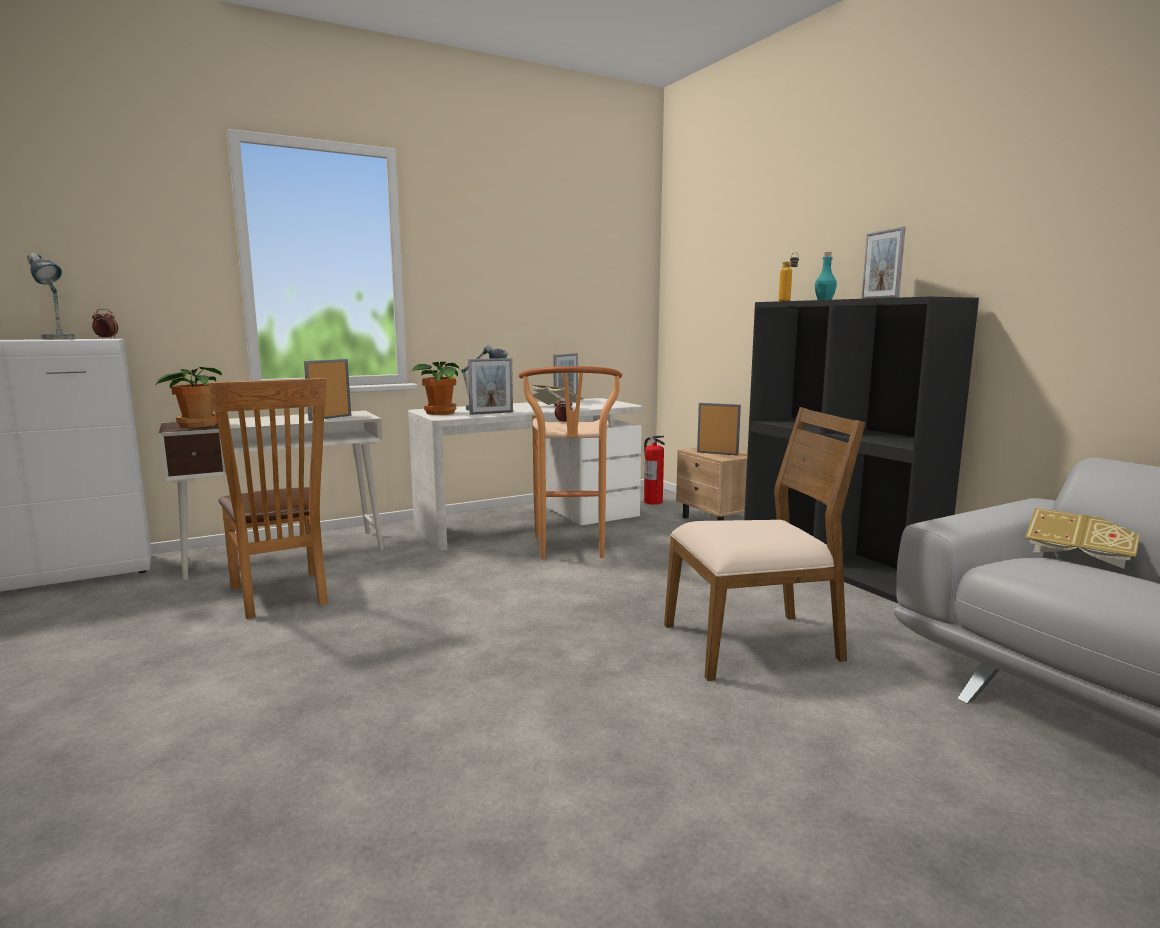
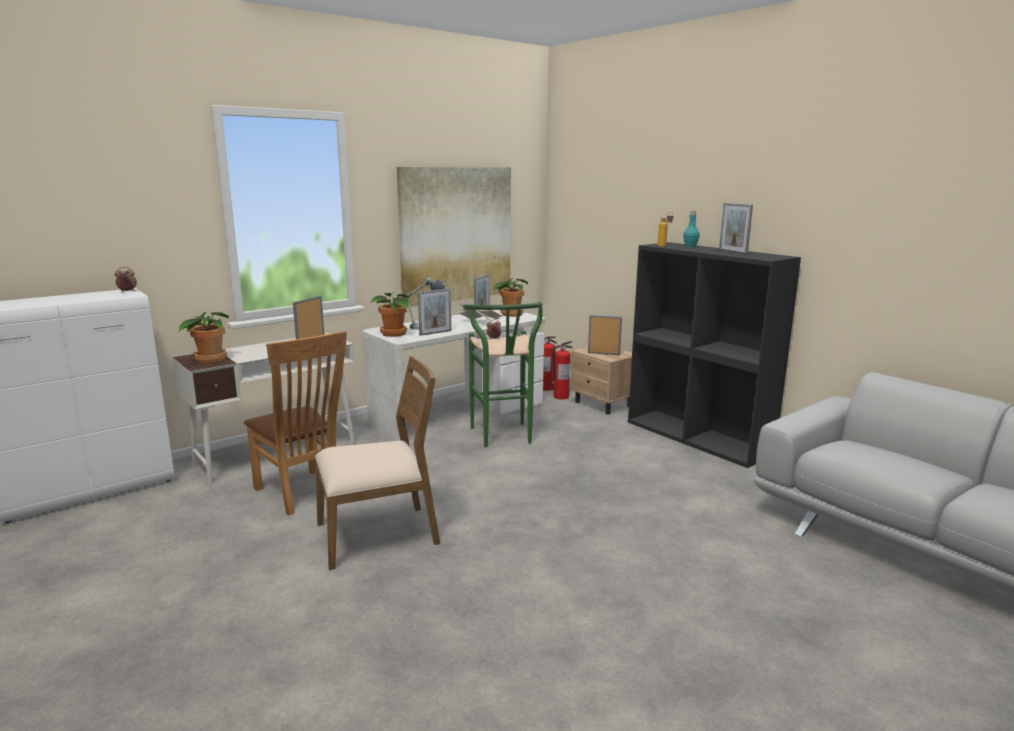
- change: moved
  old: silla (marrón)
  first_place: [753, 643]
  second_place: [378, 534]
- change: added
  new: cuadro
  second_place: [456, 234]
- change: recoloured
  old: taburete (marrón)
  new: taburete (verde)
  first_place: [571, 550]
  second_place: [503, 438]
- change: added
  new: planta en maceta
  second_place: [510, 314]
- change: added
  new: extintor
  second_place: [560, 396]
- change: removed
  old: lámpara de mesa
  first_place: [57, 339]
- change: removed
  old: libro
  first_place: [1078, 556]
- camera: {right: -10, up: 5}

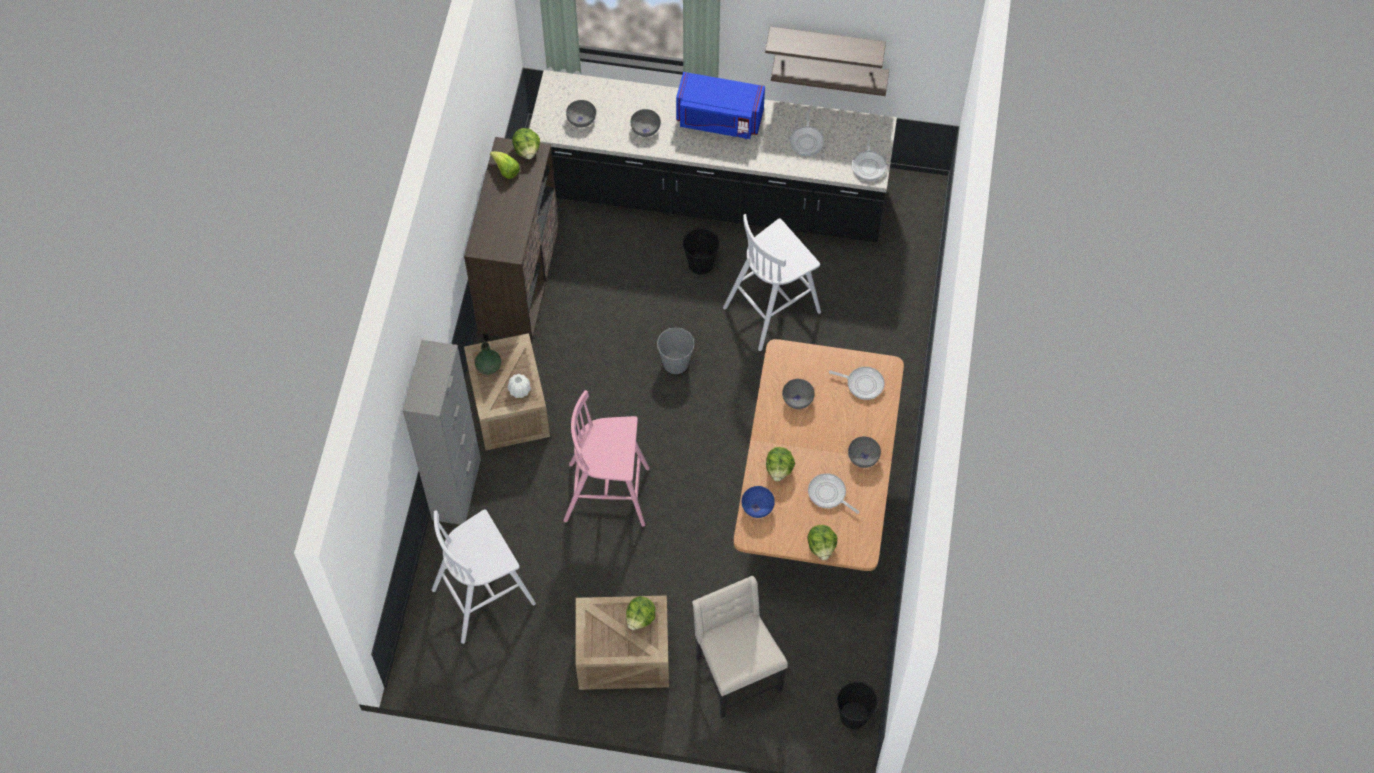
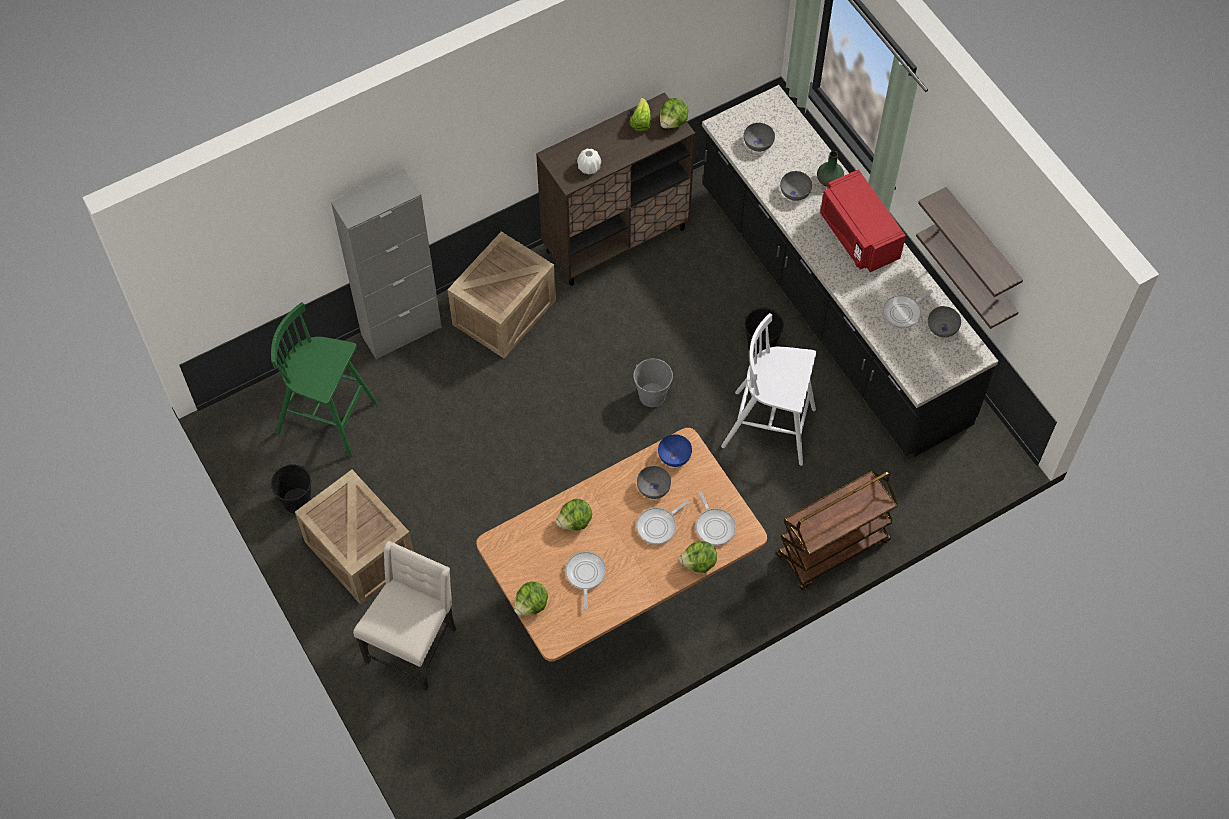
- change: recoloured
  old: taburete (blanco)
  new: taburete (verde)
  first_place: [485, 596]
  second_place: [329, 418]
- change: moved
  old: cubo (negro)
  first_place: [853, 715]
  second_place: [296, 501]
- change: moved
  old: florero (blanco)
  first_place: [519, 390]
  second_place: [589, 167]
- change: moved
  old: sartén
  first_place: [869, 165]
  second_place: [658, 526]
- change: moved
  old: cuenco (azul)
  first_place: [758, 507]
  second_place: [674, 456]
- change: moved
  old: lechuga
  first_place: [640, 618]
  second_place: [699, 563]
- change: added
  new: carrito (marrón)
  second_place: [832, 550]
- change: moved
  old: florero (verde)
  first_place: [489, 366]
  second_place: [829, 180]
- change: recoloured
  old: microondas (azul)
  new: microondas (rojo)
  first_place: [719, 119]
  second_place: [858, 235]
- change: moved
  old: cuenco (gris)
  first_place: [862, 457]
  second_place: [942, 327]
- change: removed
  old: taburete (rosa)
  first_place: [609, 494]
- camera: {right: 50, up: 0}

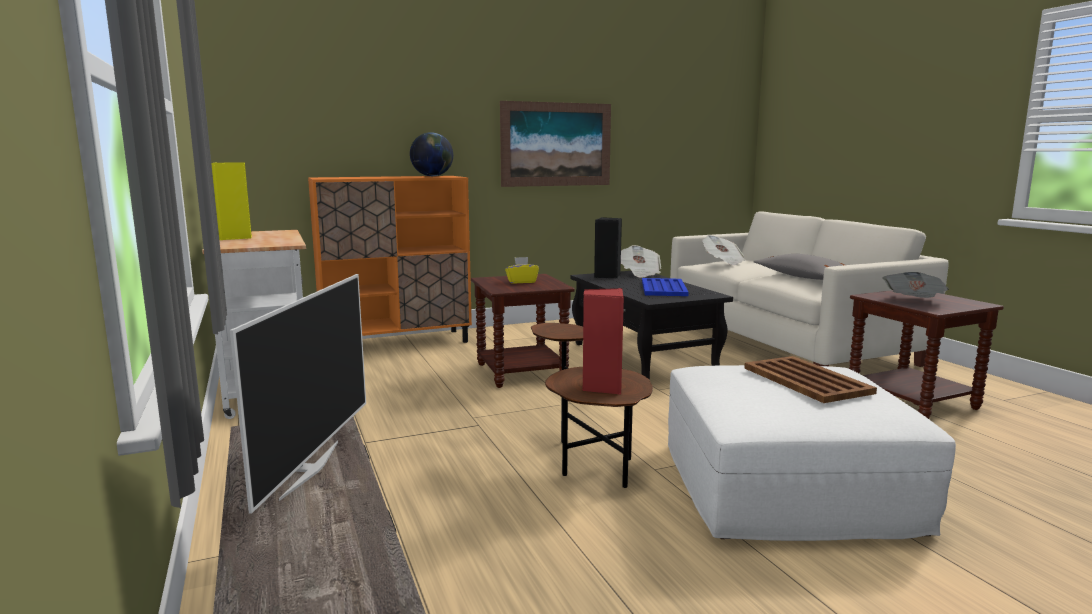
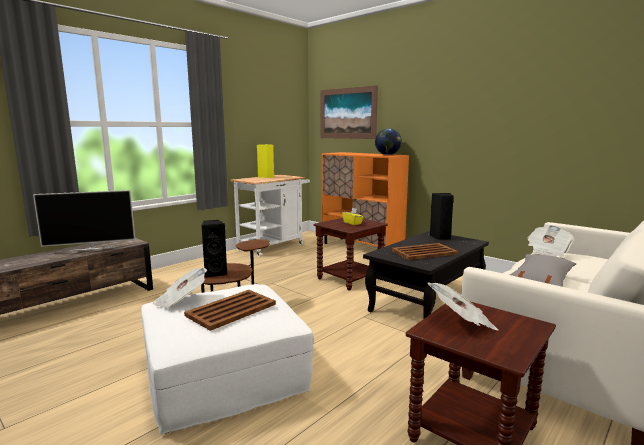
- change: moved
  old: periódico
  first_place: [640, 273]
  second_place: [181, 301]
- change: recoloured
  old: altavoz (rojo)
  new: altavoz (negro)
  first_place: [602, 387]
  second_place: [215, 273]
- change: moved
  old: cuadro
  first_place: [556, 144]
  second_place: [347, 113]
- change: recoloured
  old: bandeja (azul)
  new: bandeja (marrón)
  first_place: [664, 288]
  second_place: [425, 252]
- camera: {right: 65, up: 0}

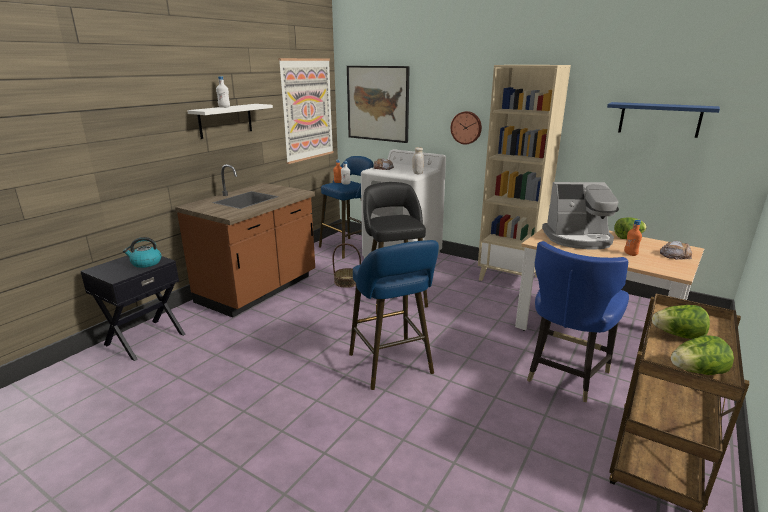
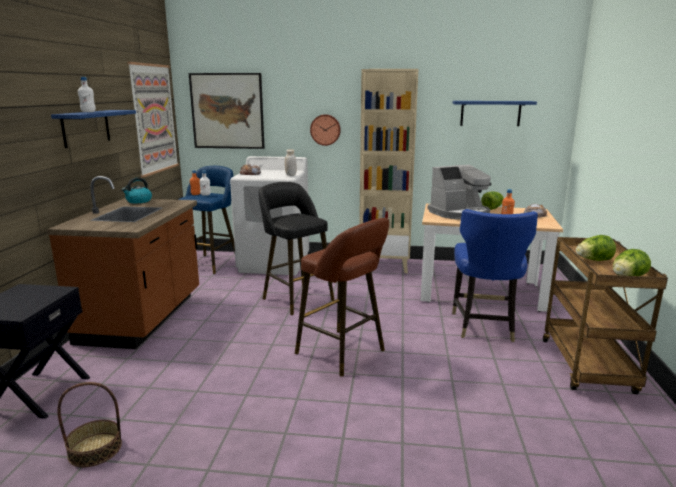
- change: recoloured
  old: estante (blanco)
  new: estante (azul)
  first_place: [225, 120]
  second_place: [86, 128]
- change: moved
  old: cesta
  first_place: [347, 281]
  second_place: [95, 449]
- change: moved
  old: hervidor
  first_place: [146, 263]
  second_place: [138, 201]
- change: recoloured
  old: taburete (azul)
  new: taburete (marrón)
  first_place: [392, 366]
  second_place: [344, 353]
- camera: {right: -25, up: -5}

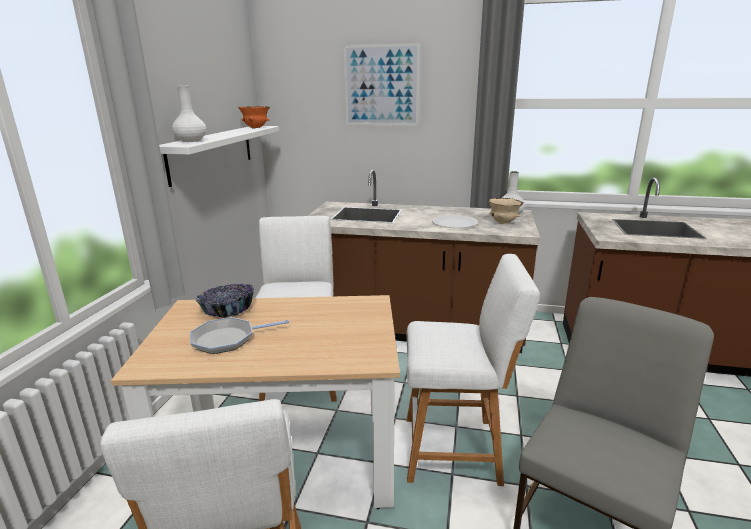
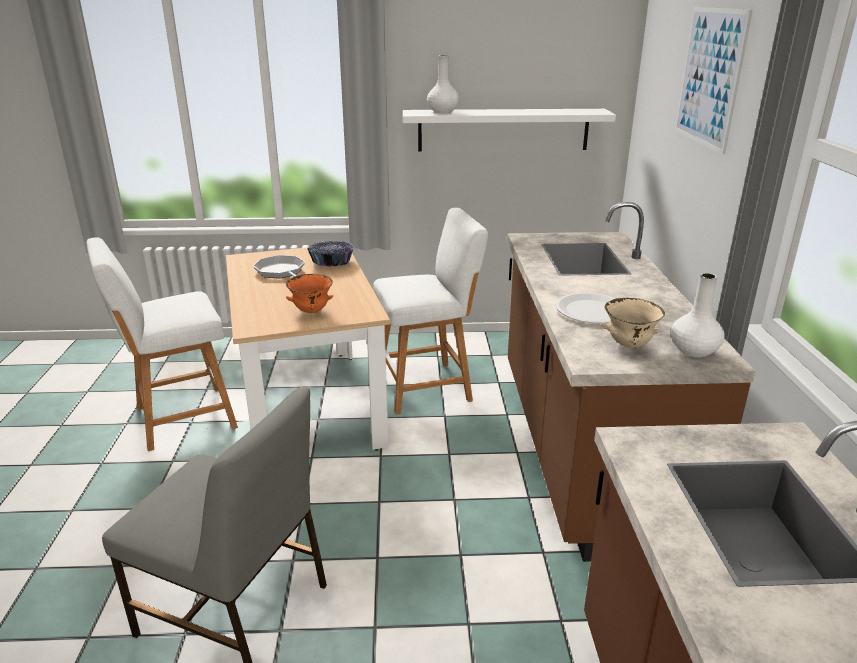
- change: moved
  old: cuenco (naranja)
  first_place: [256, 128]
  second_place: [311, 311]
- change: removed
  old: taburete (blanco)
  first_place: [457, 449]
- camera: {right: 75, up: 5}

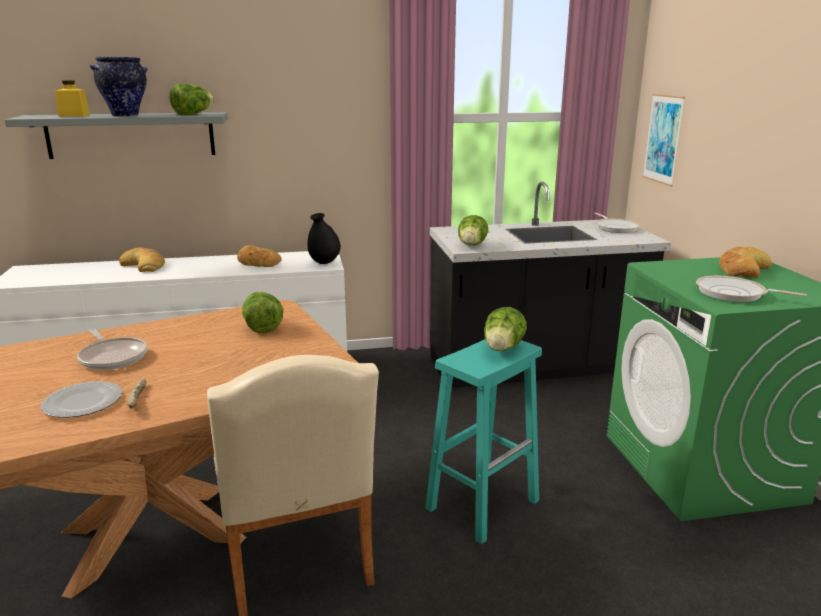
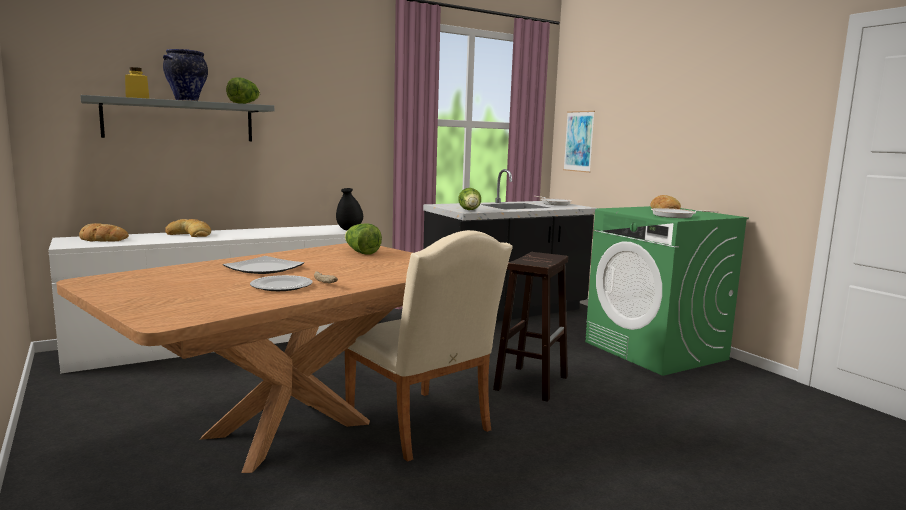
- change: moved
  old: pan
  first_place: [257, 262]
  second_place: [102, 239]
- change: replaced
  old: sartén
  new: plato
  first_place: [113, 357]
  second_place: [264, 268]
- change: recoloured
  old: taburete (turquesa)
  new: taburete (marrón)
  first_place: [483, 503]
  second_place: [531, 382]
- change: removed
  old: lechuga
  first_place: [502, 349]
- camera: {right: -20, up: -10}

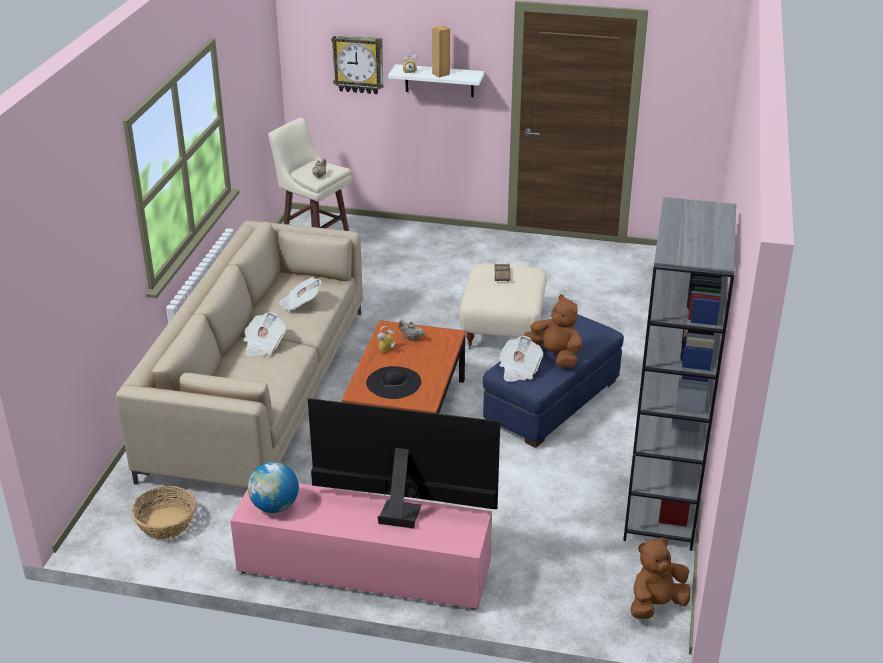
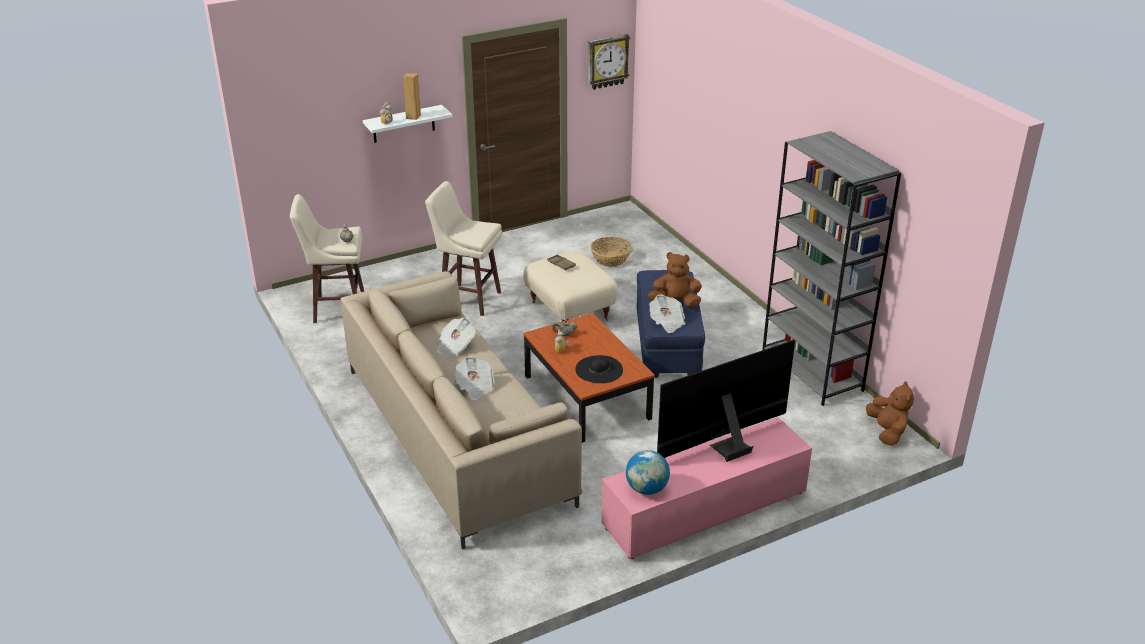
- change: added
  new: taburete (beis)
  second_place: [468, 299]
- change: moved
  old: reloj de pared
  first_place: [358, 64]
  second_place: [607, 61]
- change: moved
  old: cesta
  first_place: [166, 523]
  second_place: [611, 259]
- change: turned
  old: peluche (marrón)
  first_place: [656, 604]
  second_place: [887, 432]
  degrees: 150
- camera: {right: -40, up: 0}

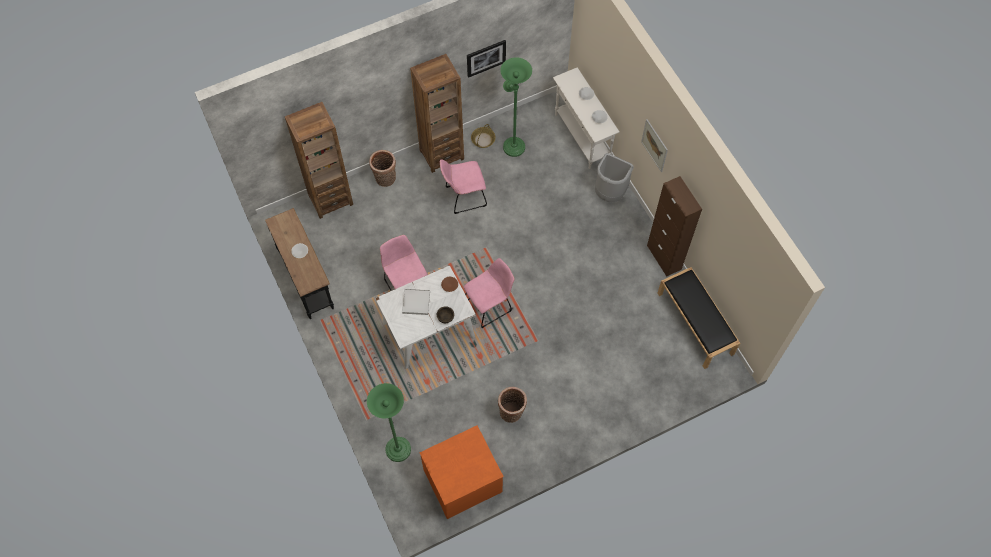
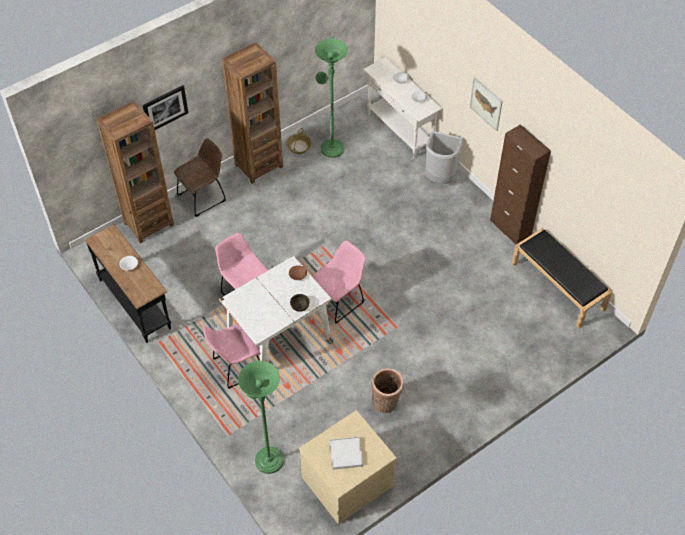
- change: moved
  old: cuadro
  first_place: [486, 58]
  second_place: [165, 108]
- change: replaced
  old: cesta
  new: silla (marrón)
  first_place: [385, 179]
  second_place: [204, 196]
- change: moved
  old: silla (rosa)
  first_place: [463, 197]
  second_place: [236, 367]
- change: recoloured
  old: cómoda (naranja)
  new: cómoda (beis)
  first_place: [462, 479]
  second_place: [346, 480]
- change: moved
  old: bandeja (blanco)
  first_place: [416, 302]
  second_place: [346, 454]
- camera: {right: -10, up: -10}

